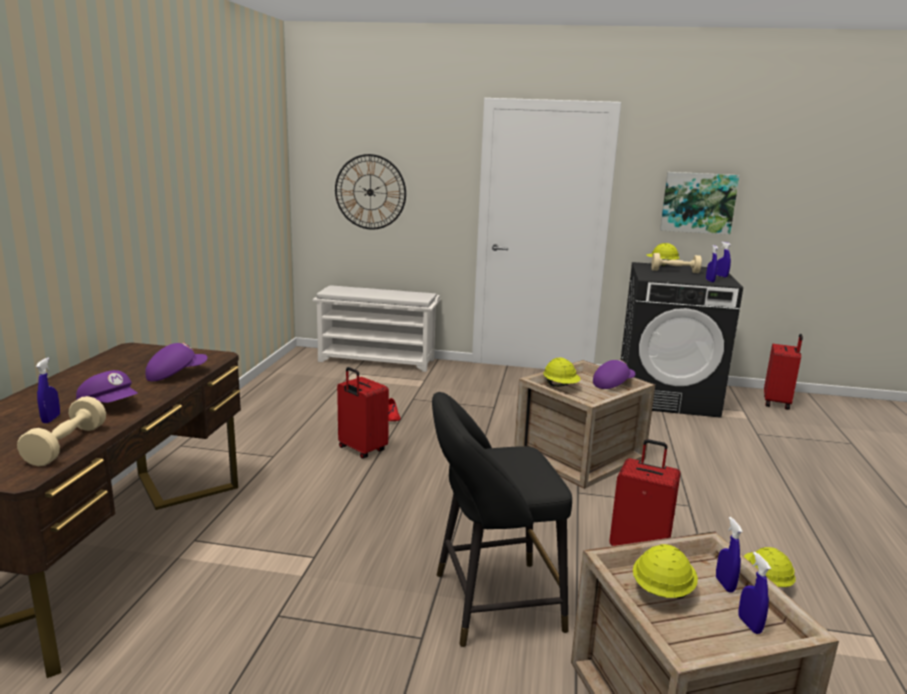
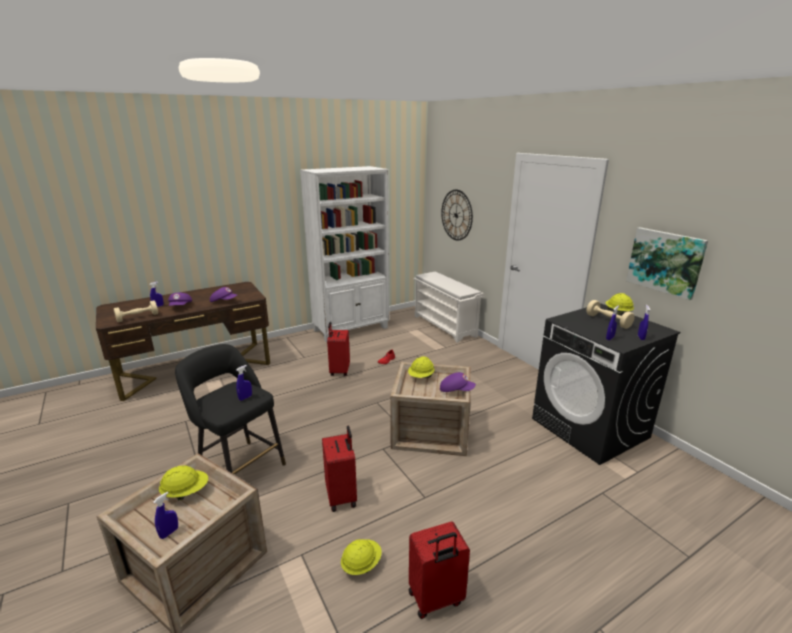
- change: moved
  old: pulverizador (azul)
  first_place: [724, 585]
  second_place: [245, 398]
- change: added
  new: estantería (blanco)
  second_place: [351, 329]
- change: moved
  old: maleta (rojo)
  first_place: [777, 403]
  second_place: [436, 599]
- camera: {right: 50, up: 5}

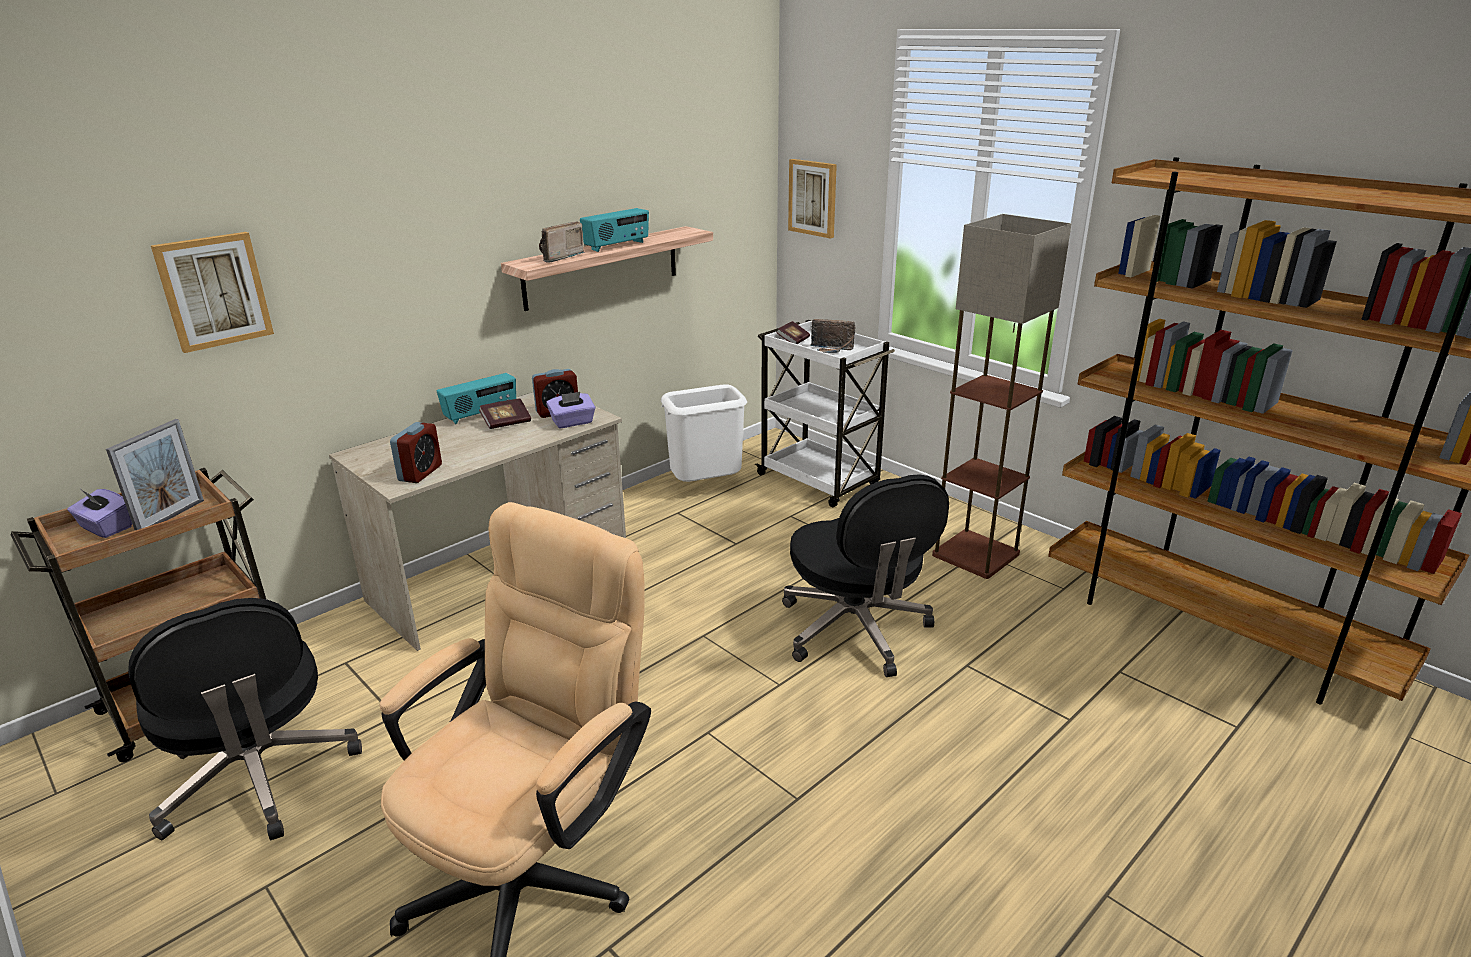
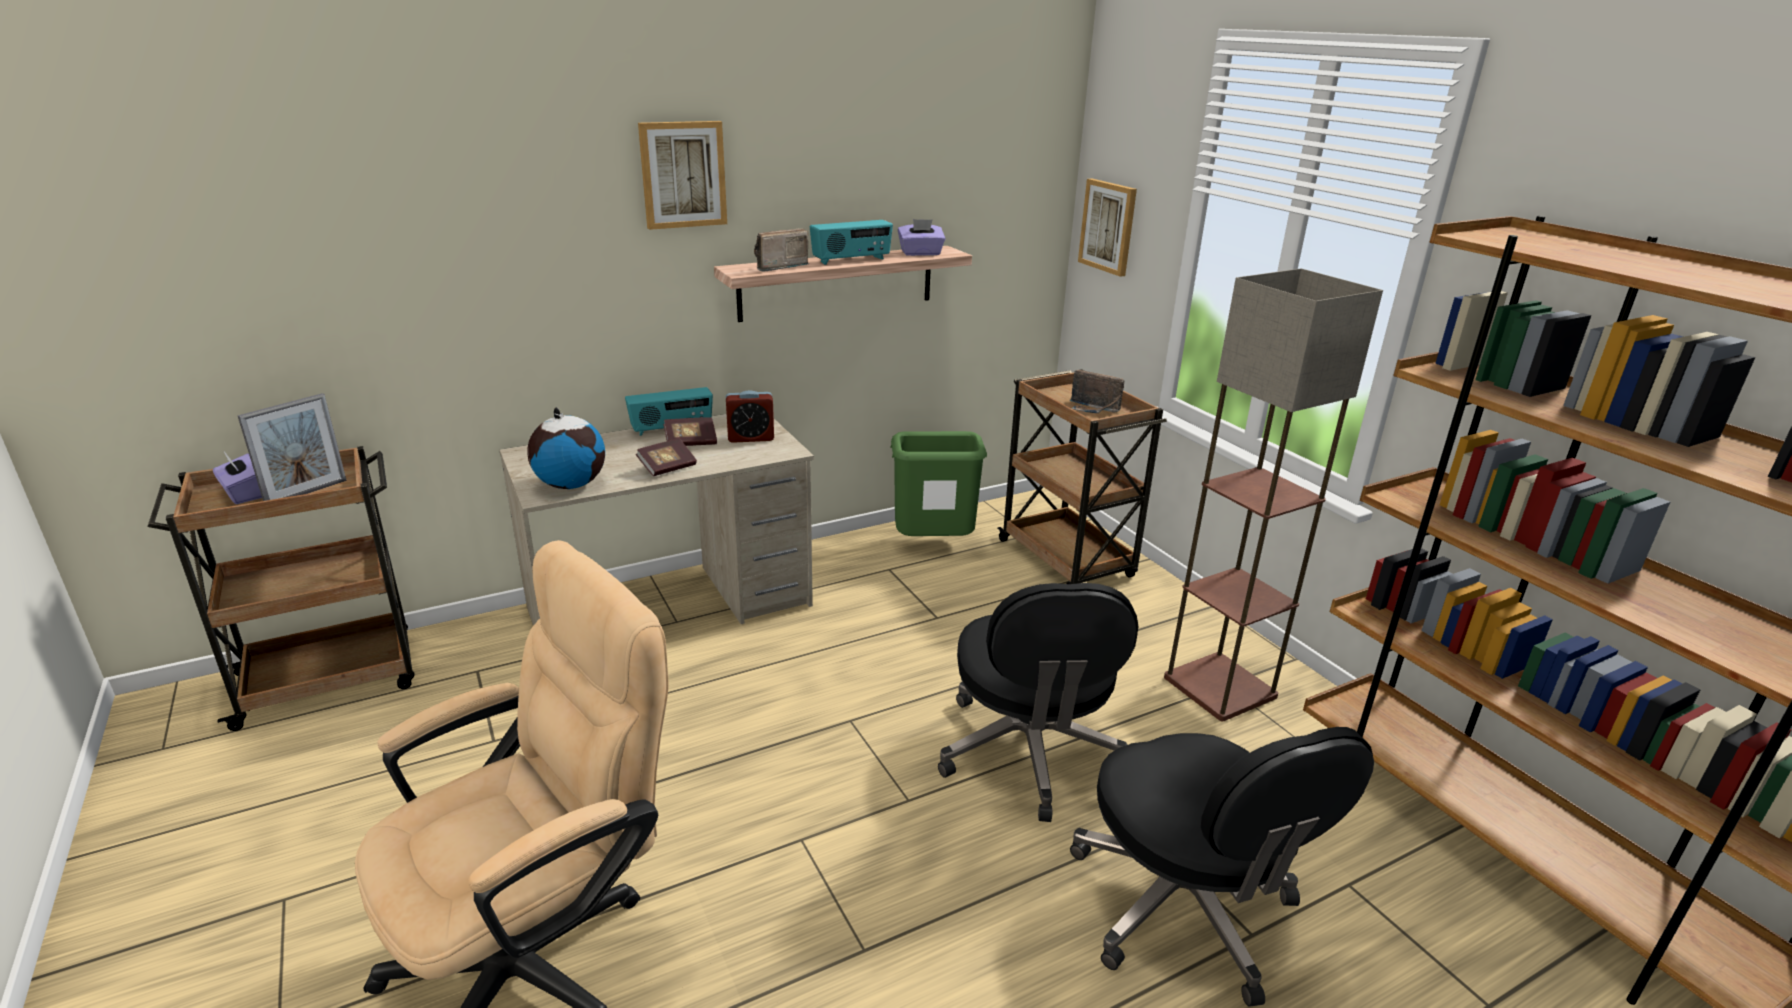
- change: replaced
  old: despertador
  new: globo terráqueo
  first_place: [420, 473]
  second_place: [571, 485]
- change: moved
  old: libro
  first_place: [793, 341]
  second_place: [667, 468]
- change: moved
  old: cuadro
  first_place: [214, 291]
  second_place: [683, 174]
- change: recoloured
  old: papelera (blanco)
  new: papelera (verde)
  first_place: [706, 488]
  second_place: [934, 546]
- change: moved
  old: caja de pañuelos (morado)
  first_place: [572, 422]
  second_place: [920, 253]
- change: recoloured
  old: carrito (blanco)
  new: carrito (marrón)
  first_place: [819, 481]
  second_place: [1067, 560]
- change: moved
  old: silla de oficina (negro)
  first_place: [259, 778]
  second_place: [1184, 909]
- camera: {right: 15, up: 0}

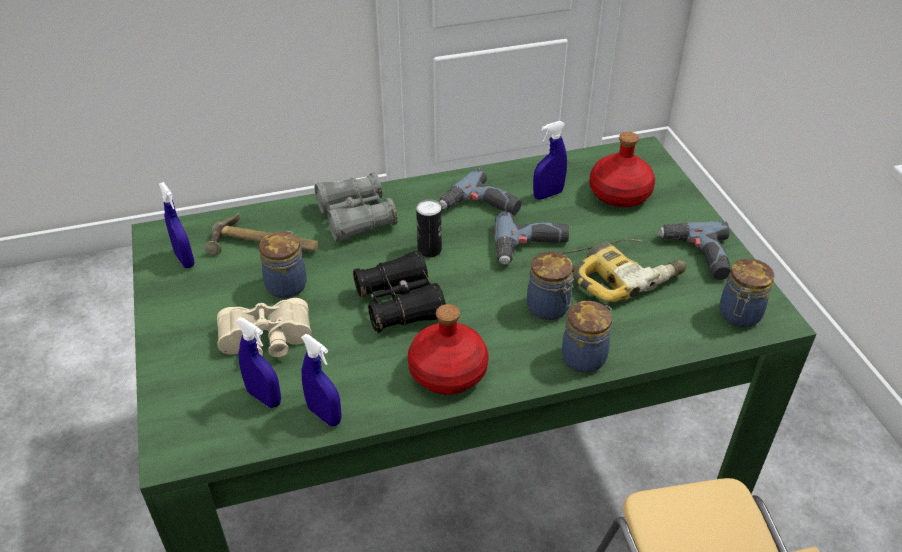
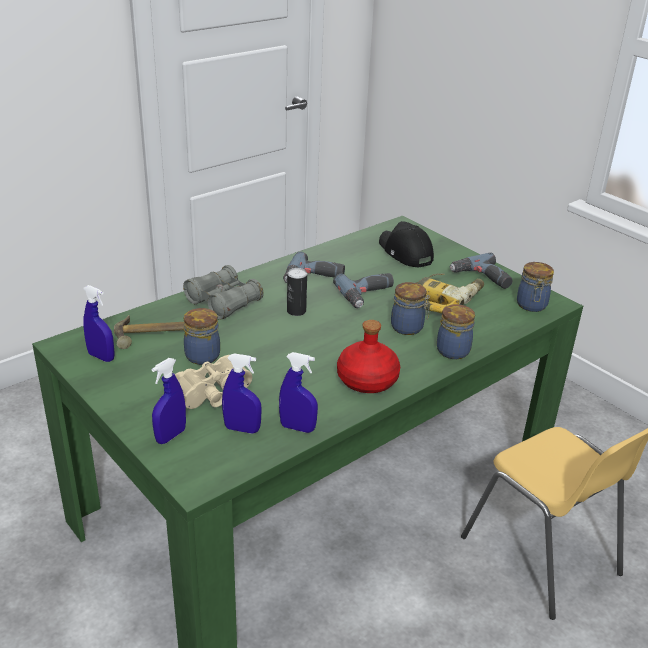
- change: moved
  old: pulverizador (azul)
  first_place: [548, 194]
  second_place: [170, 436]
- change: replaced
  old: botella (rojo)
  new: gorra (negro)
  first_place: [619, 194]
  second_place: [405, 253]
- change: removed
  old: prismáticos (negro)
  first_place: [400, 304]
- camera: {right: -25, up: -10}

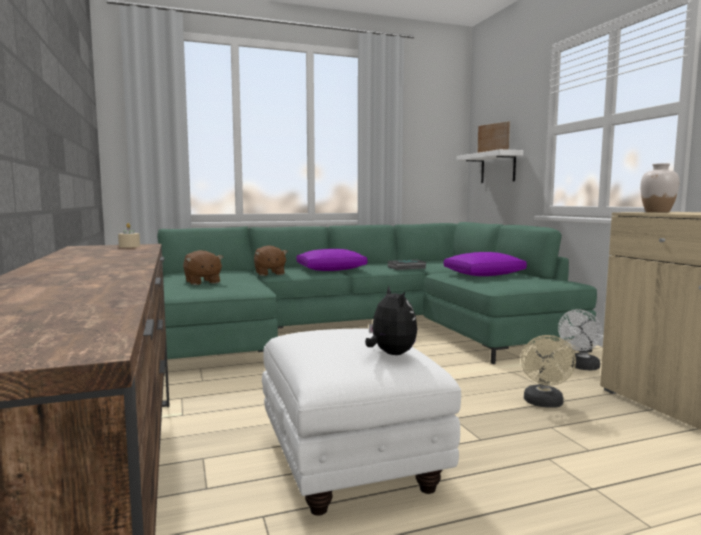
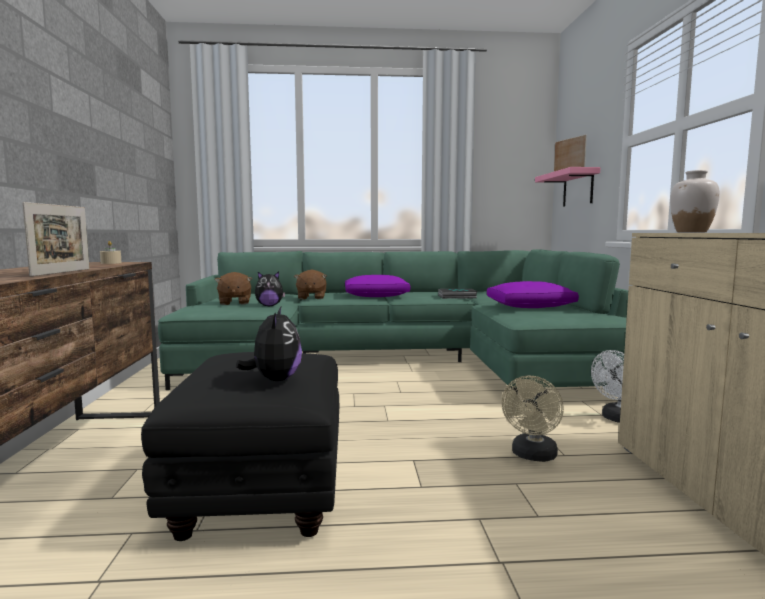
- change: added
  new: portarretratos
  second_place: [62, 272]
- change: recoloured
  old: puf (blanco)
  new: puf (negro)
  first_place: [348, 461]
  second_place: [262, 491]
- change: added
  new: peluche
  second_place: [269, 306]
- change: recoloured
  old: estante (blanco)
  new: estante (rosa)
  first_place: [498, 168]
  second_place: [578, 188]
- camera: {right: 15, up: 0}

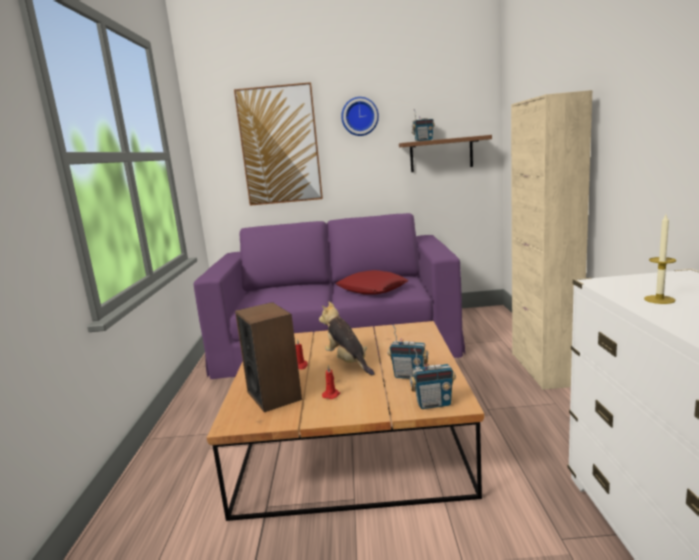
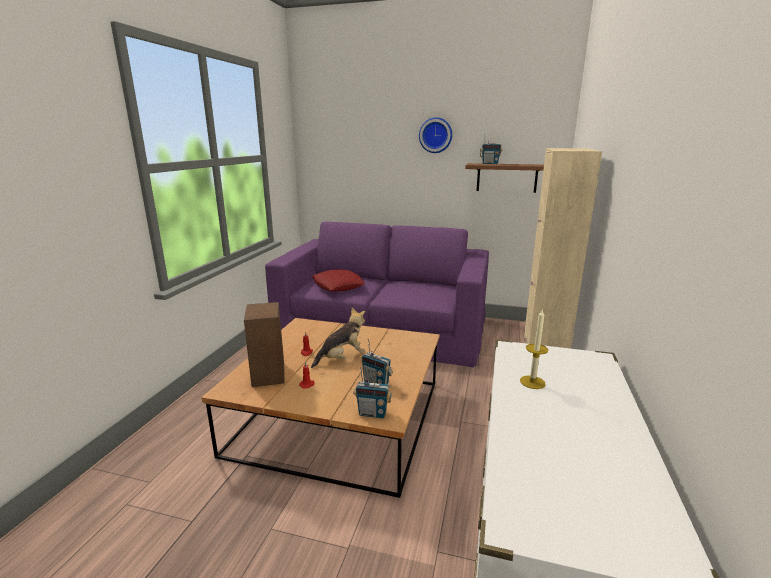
- change: turned
  old: peluche
  first_place: [348, 362]
  second_place: [342, 358]
  degrees: 75
- change: moved
  old: cojín (rojo)
  first_place: [371, 289]
  second_place: [337, 285]
- change: removed
  old: cuadro
  first_place: [280, 145]
- camera: {right: 15, up: 5}

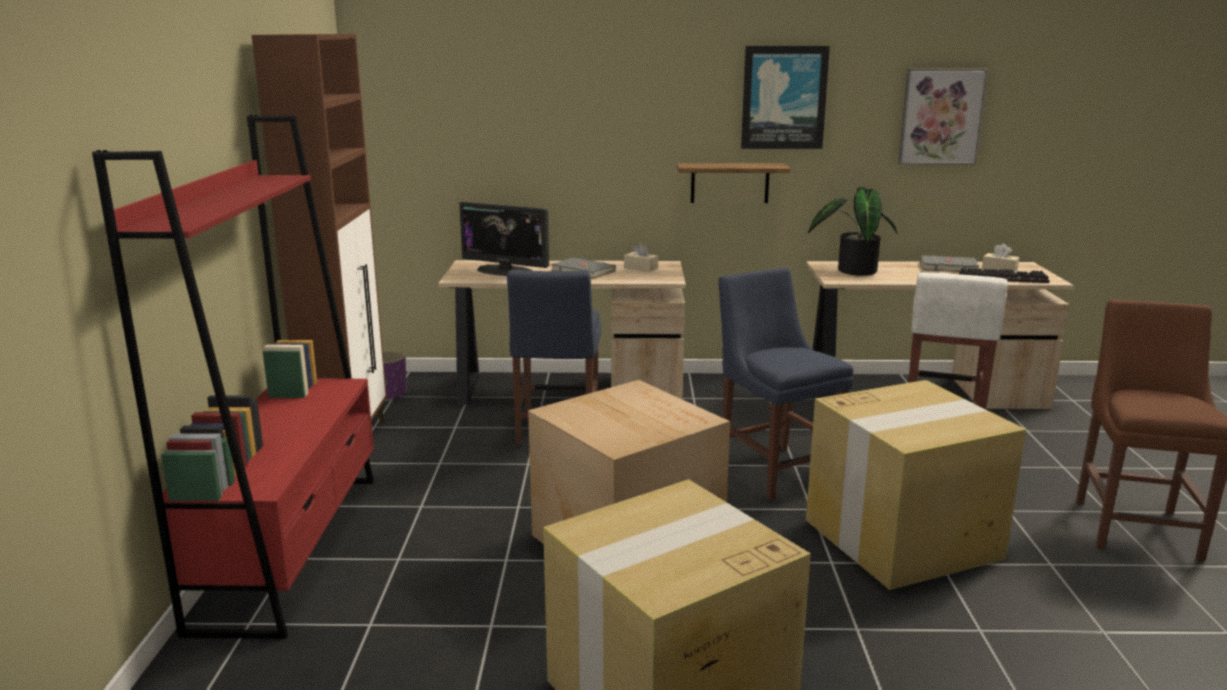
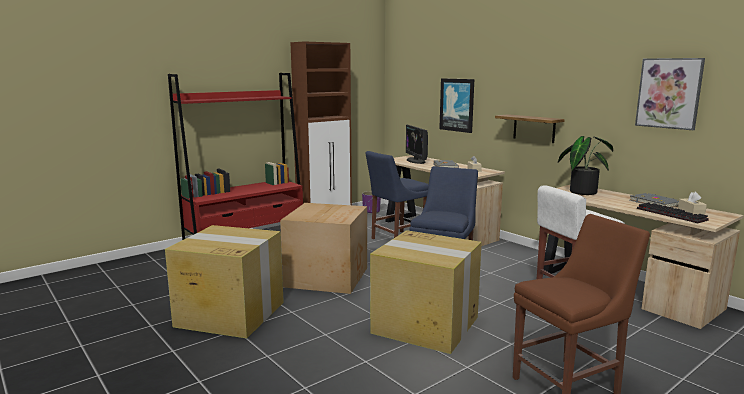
- change: moved
  old: cuadro
  first_place: [784, 97]
  second_place: [457, 105]
- camera: {right: 50, up: -5}

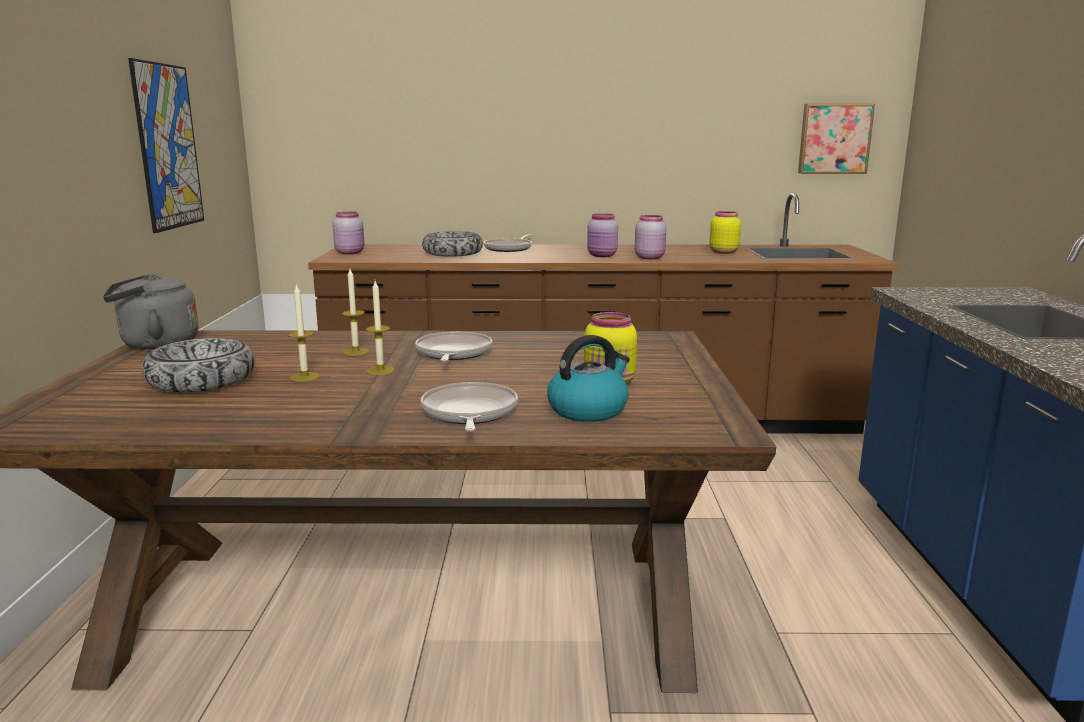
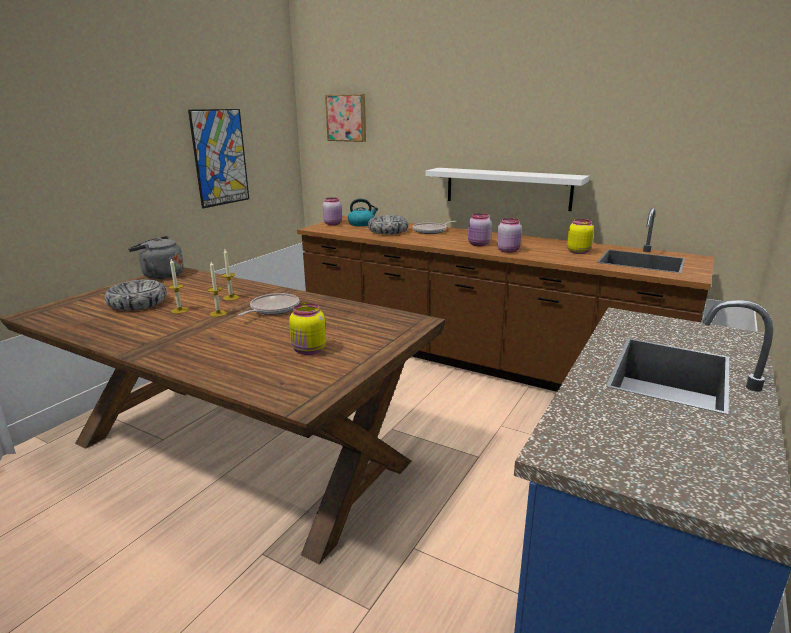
- change: moved
  old: cuadro
  first_place: [834, 139]
  second_place: [347, 118]
- change: moved
  old: hervidor
  first_place: [588, 410]
  second_place: [361, 224]
- change: added
  new: estante (blanco)
  second_place: [507, 188]
- change: removed
  old: sartén
  first_place: [469, 413]
- camera: {right: 30, up: 5}

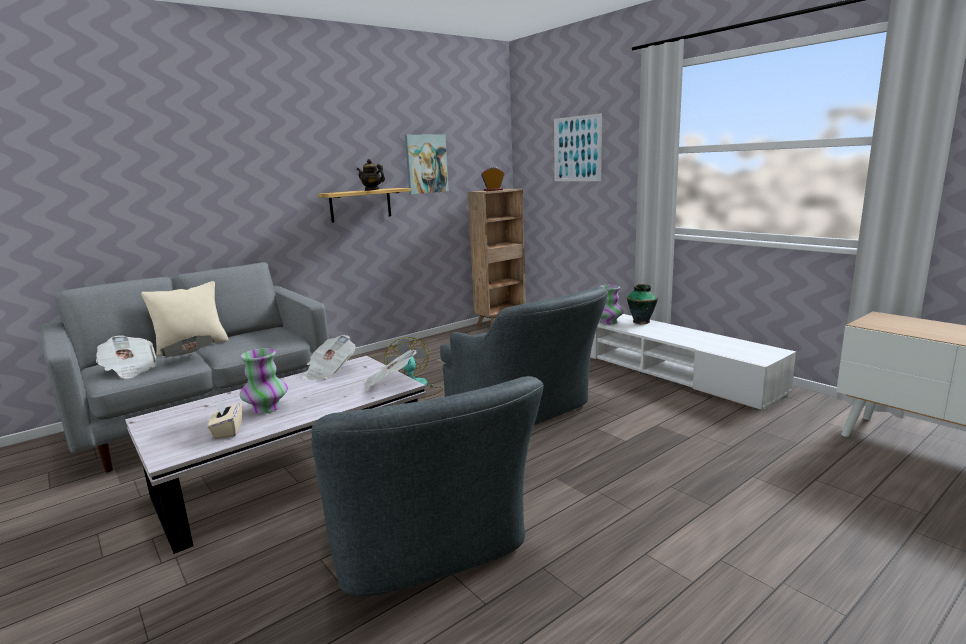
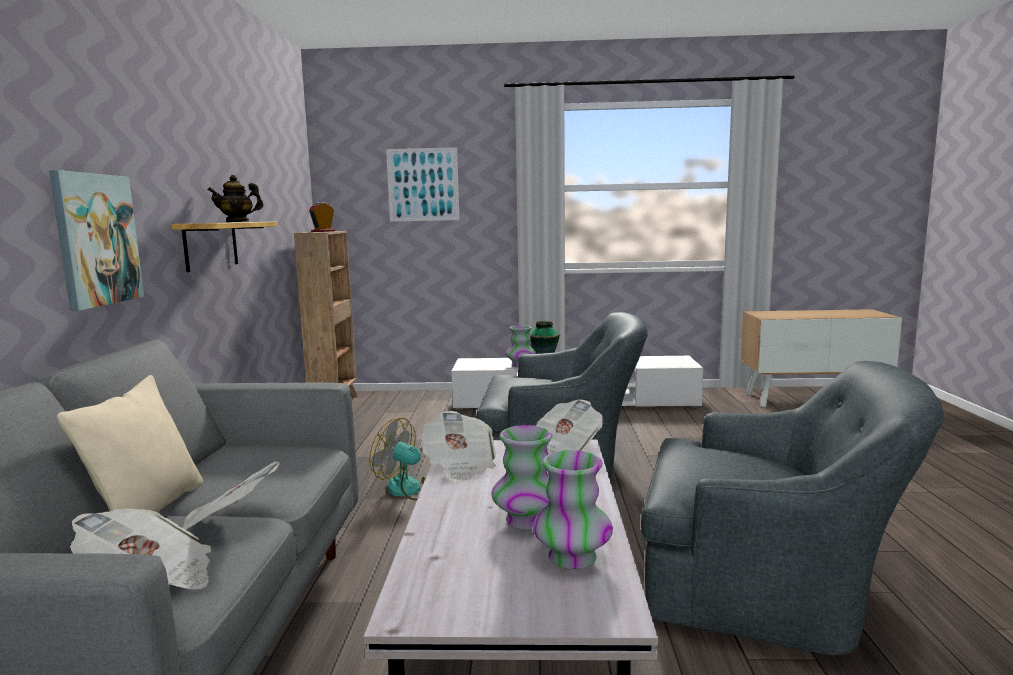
- change: moved
  old: cuadro
  first_place: [426, 164]
  second_place: [96, 239]
- change: replaced
  old: caja de pañuelos (beis)
  new: florero
  first_place: [227, 431]
  second_place: [572, 557]
- camera: {right: -50, up: -5}

